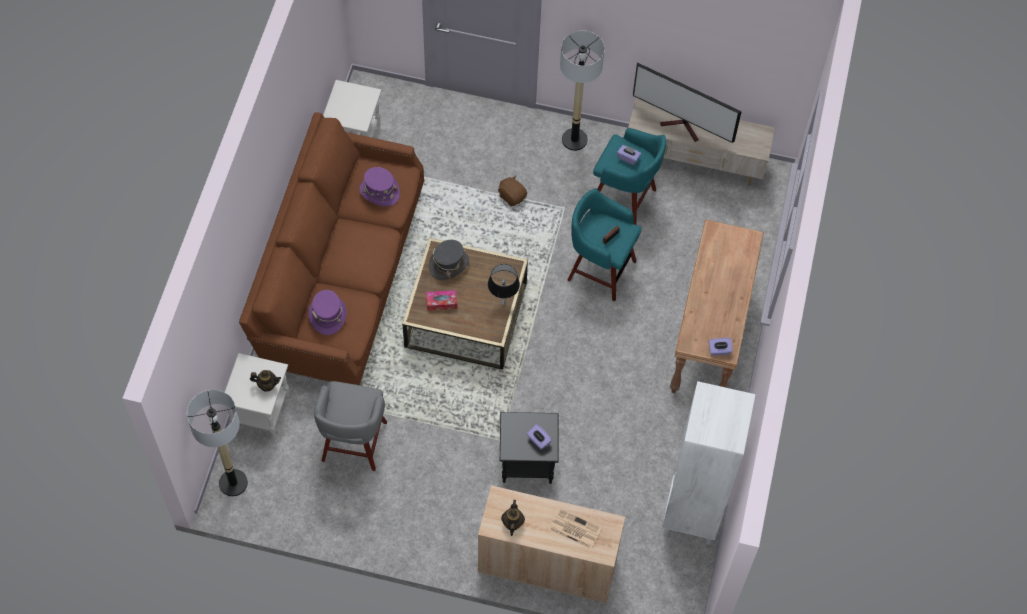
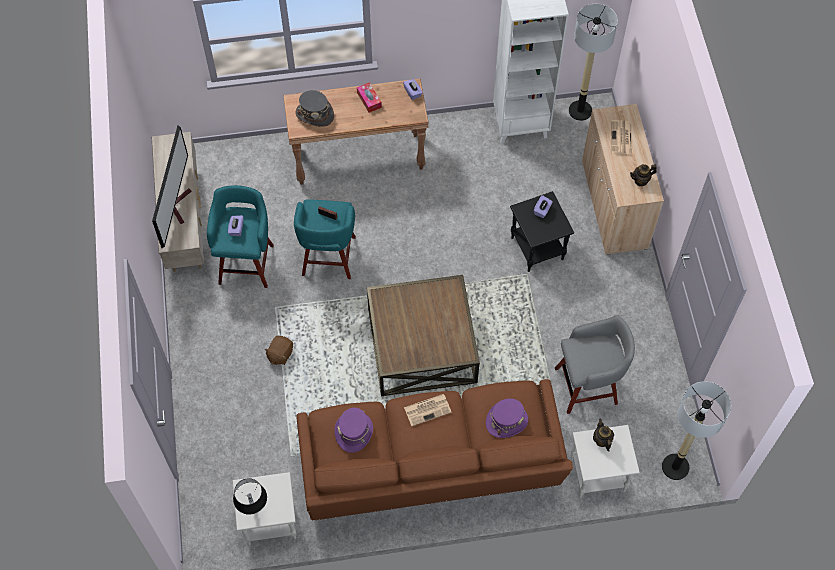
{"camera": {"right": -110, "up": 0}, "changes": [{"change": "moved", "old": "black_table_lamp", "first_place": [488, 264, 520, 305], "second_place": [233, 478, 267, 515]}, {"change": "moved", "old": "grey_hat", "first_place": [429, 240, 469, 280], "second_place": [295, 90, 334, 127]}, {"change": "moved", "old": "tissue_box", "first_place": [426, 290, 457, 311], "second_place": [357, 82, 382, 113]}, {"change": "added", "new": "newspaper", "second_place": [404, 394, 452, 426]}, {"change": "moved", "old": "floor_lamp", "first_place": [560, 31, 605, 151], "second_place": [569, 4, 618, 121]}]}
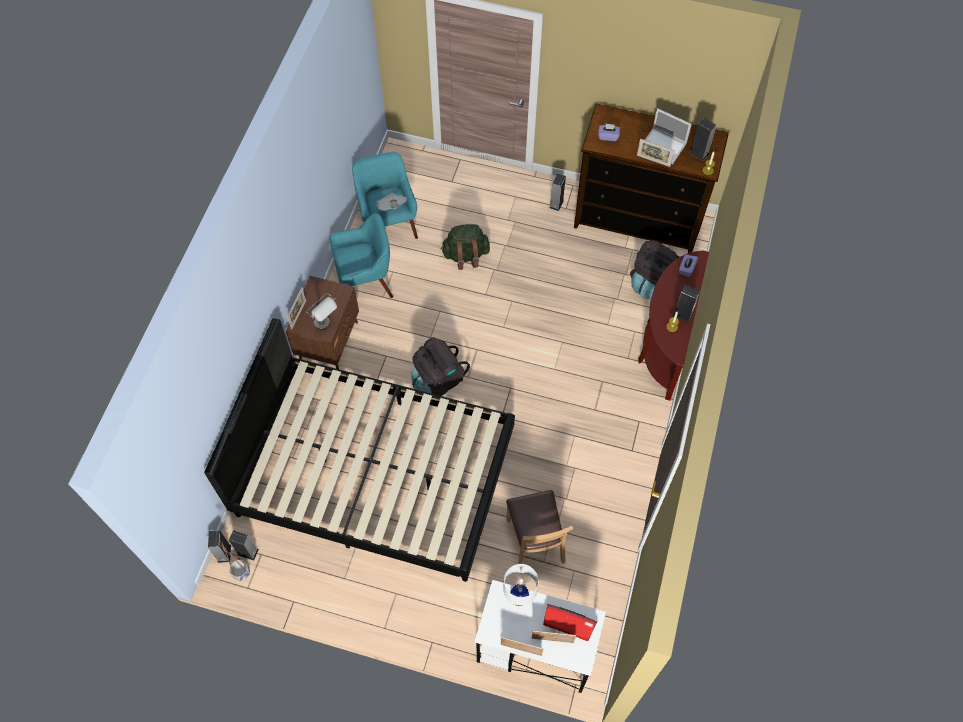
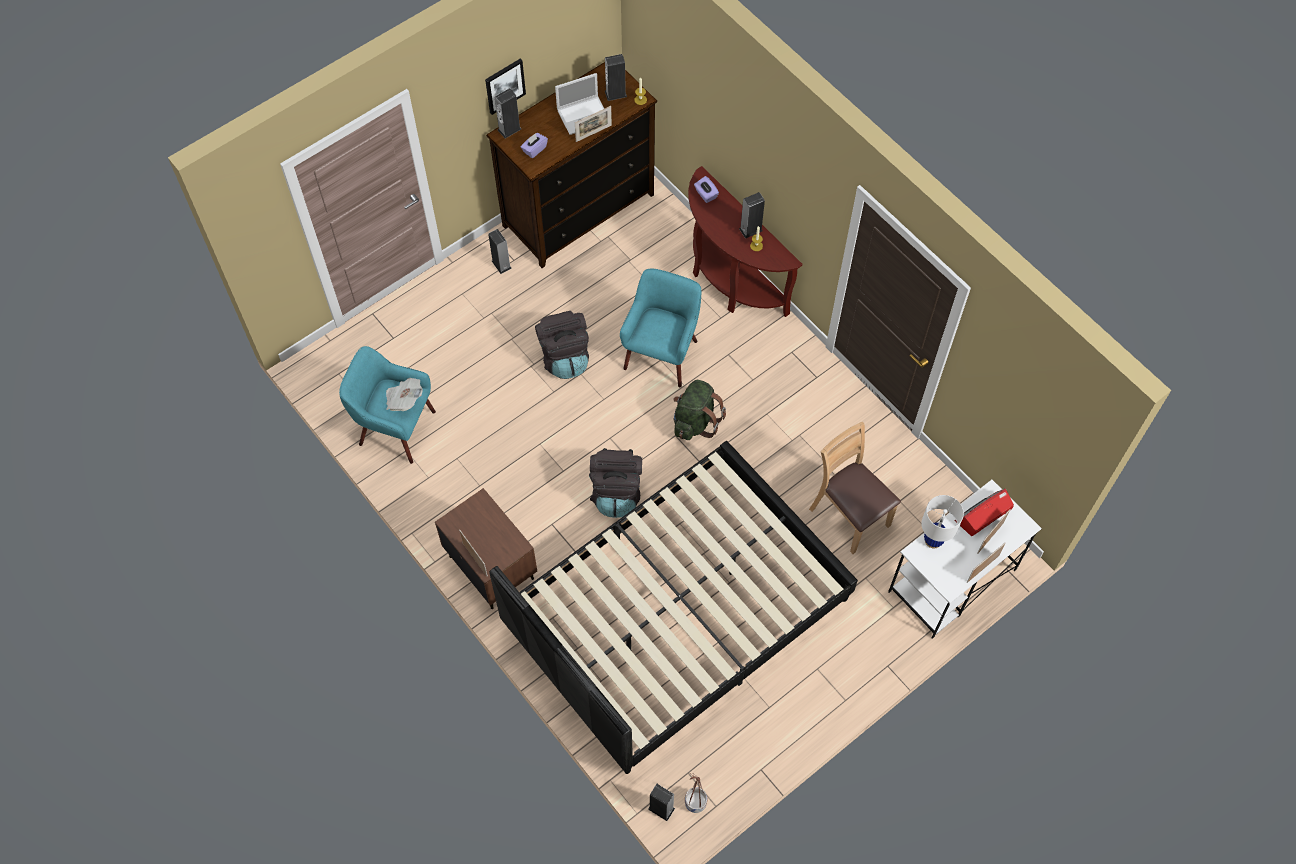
{"camera": {"right": -55, "up": 0}, "changes": [{"change": "added", "new": "picture", "second_place": [485, 59, 526, 115]}, {"change": "moved", "old": "speaker", "first_place": [229, 530, 259, 561], "second_place": [495, 88, 521, 138]}, {"change": "moved", "old": "black_backpack", "first_place": [630, 240, 679, 299], "second_place": [535, 311, 589, 379]}, {"change": "moved", "old": "turquoise_armchair", "first_place": [329, 213, 393, 298], "second_place": [620, 269, 701, 387]}, {"change": "moved", "old": "green_backpack", "first_place": [441, 224, 490, 270], "second_place": [673, 380, 726, 440]}, {"change": "turned", "old": "brown_chair", "first_place": [506, 490, 573, 564], "second_place": [809, 422, 901, 554], "degrees": -150}, {"change": "removed", "old": "grey_table_lamp", "first_place": [306, 293, 337, 330]}]}
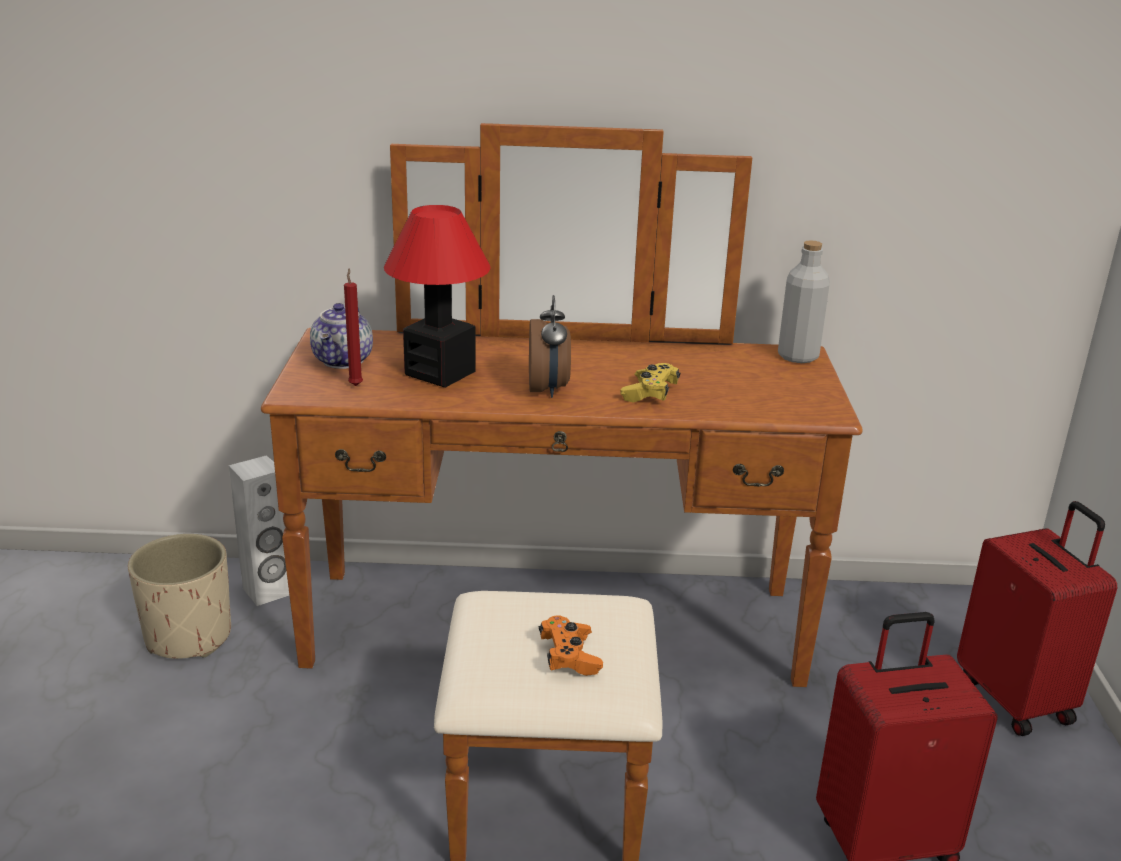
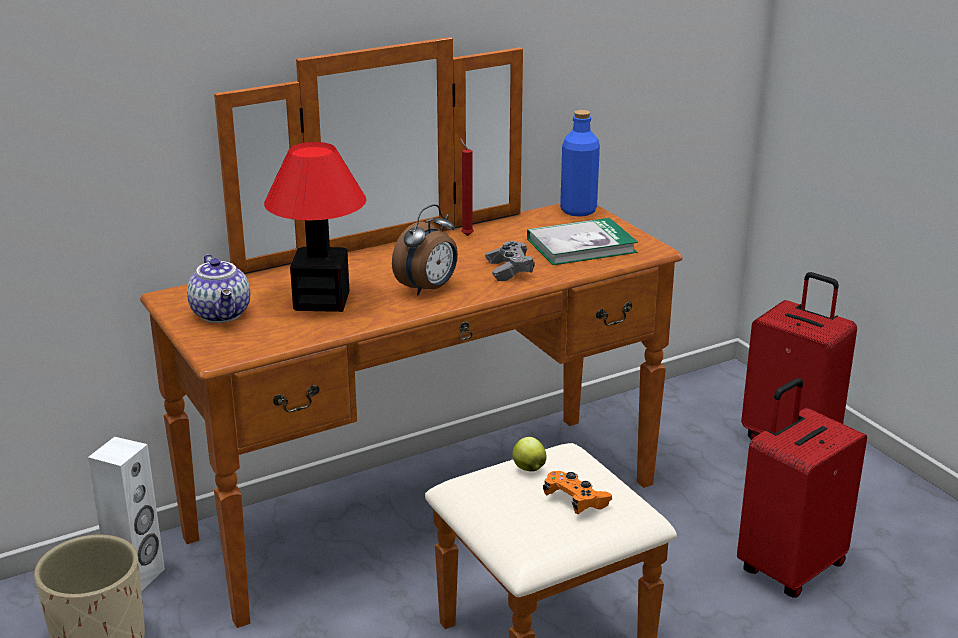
{"camera": {"right": -30, "up": 0}, "changes": [{"change": "turned", "old": "alarm_clock", "first_place": [529, 295, 571, 398], "second_place": [392, 204, 458, 296], "degrees": 75}, {"change": "moved", "old": "red_candle", "first_place": [344, 268, 363, 386], "second_place": [460, 138, 474, 236]}, {"change": "recoloured", "old": "yellow_game_controller", "new": "grey_game_controller", "first_place": [620, 363, 680, 403], "second_place": [485, 241, 535, 281]}, {"change": "added", "new": "apple", "second_place": [512, 437, 546, 472]}, {"change": "added", "new": "book", "second_place": [527, 218, 638, 265]}, {"change": "recoloured", "old": "grey_bottle", "new": "blue_bottle", "first_place": [778, 240, 830, 363], "second_place": [560, 110, 600, 217]}]}
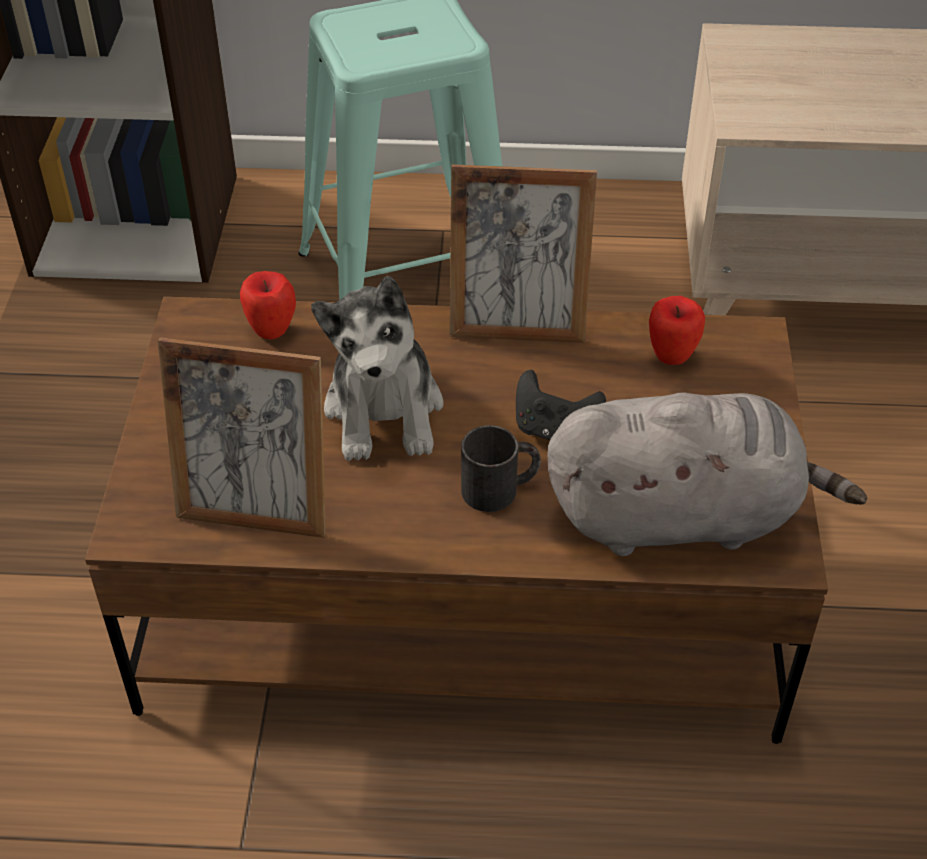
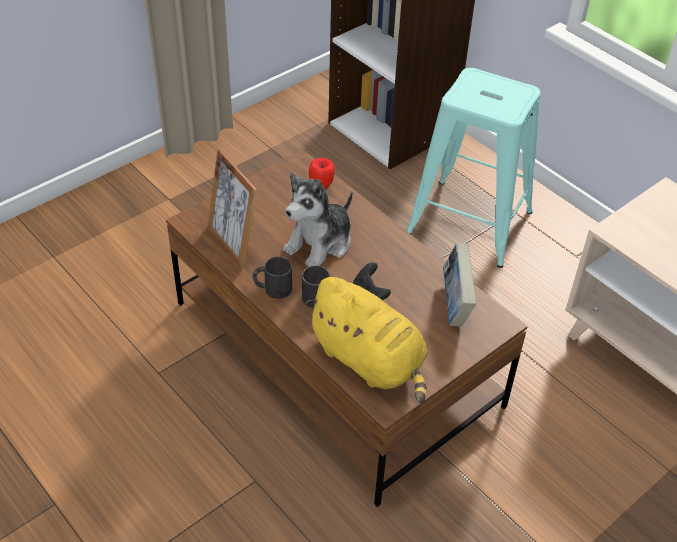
{"camera": {"right": 45, "up": 0}, "changes": [{"change": "added", "new": "black_mug", "second_place": [252, 256, 292, 299]}, {"change": "recoloured", "old": "grey_plush_toy", "new": "yellow_plush_toy", "first_place": [547, 392, 867, 556], "second_place": [305, 277, 427, 403]}, {"change": "replaced", "old": "apple", "new": "book", "first_place": [649, 296, 705, 365], "second_place": [443, 244, 476, 327]}, {"change": "removed", "old": "picture_frame", "first_place": [450, 164, 597, 343]}]}
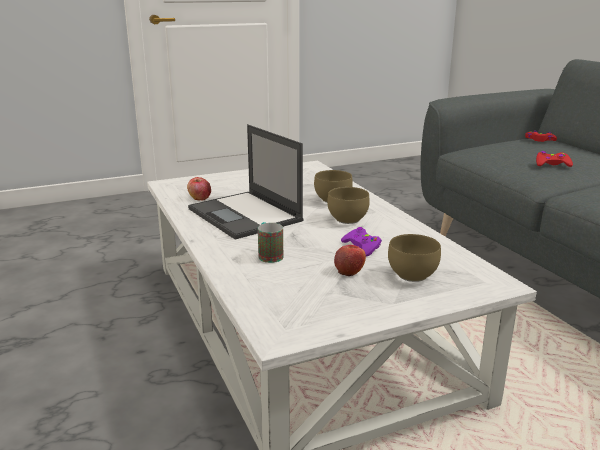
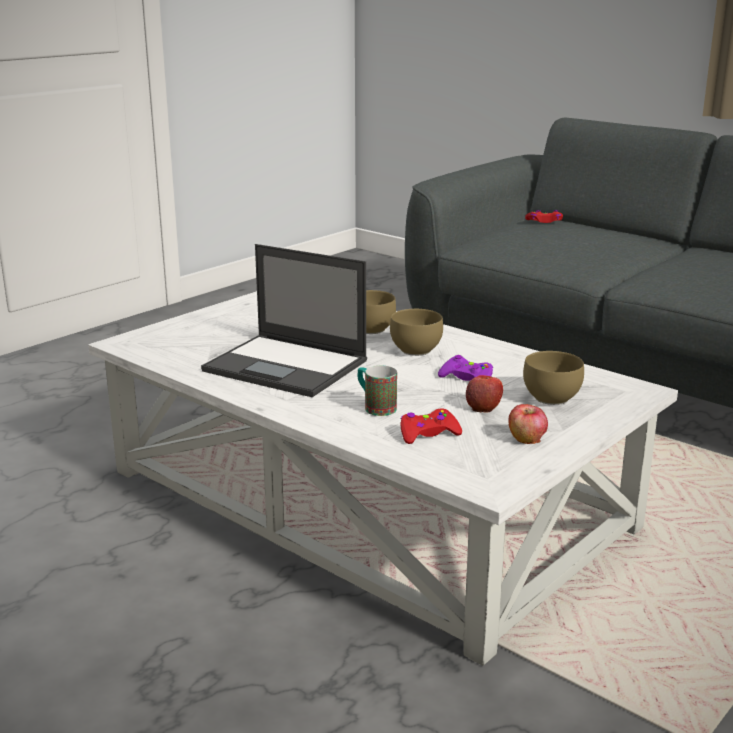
{"camera": {"right": -25, "up": 0}, "changes": [{"change": "moved", "old": "red_game_controller", "first_place": [536, 151, 573, 167], "second_place": [401, 409, 462, 444]}, {"change": "moved", "old": "apple", "first_place": [187, 177, 211, 201], "second_place": [508, 404, 548, 444]}]}
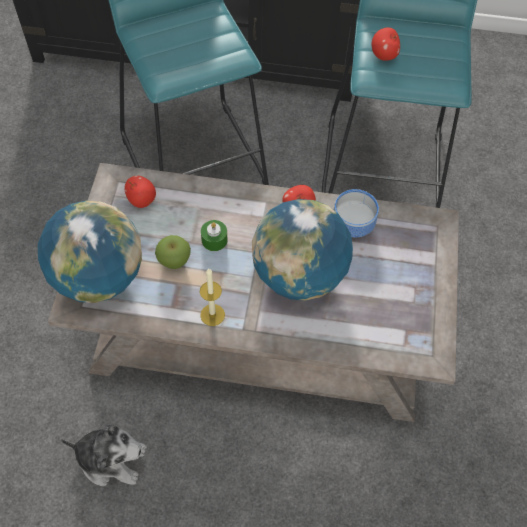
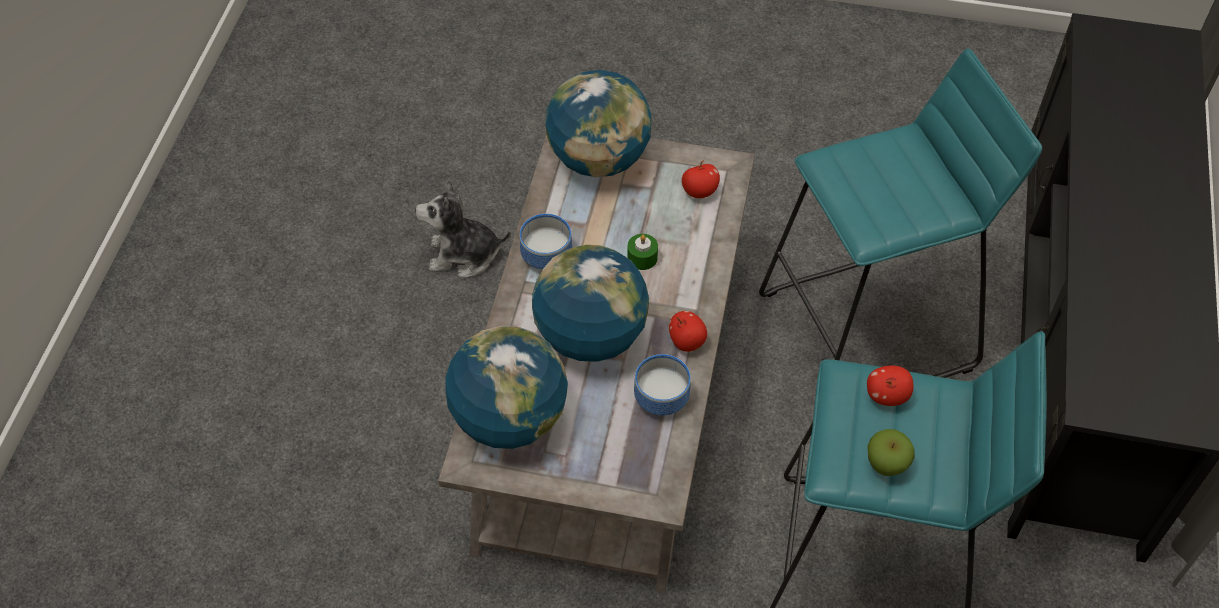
{"camera": {"right": 95, "up": -5}, "changes": [{"change": "turned", "old": "plush_toy", "first_place": [60, 425, 147, 486], "second_place": [415, 179, 511, 278], "degrees": 75}, {"change": "added", "new": "globe", "second_place": [445, 326, 568, 449]}, {"change": "replaced", "old": "candle", "new": "bowl", "first_place": [200, 269, 225, 326], "second_place": [520, 214, 572, 270]}, {"change": "moved", "old": "apple", "first_place": [155, 235, 191, 269], "second_place": [867, 429, 915, 476]}]}
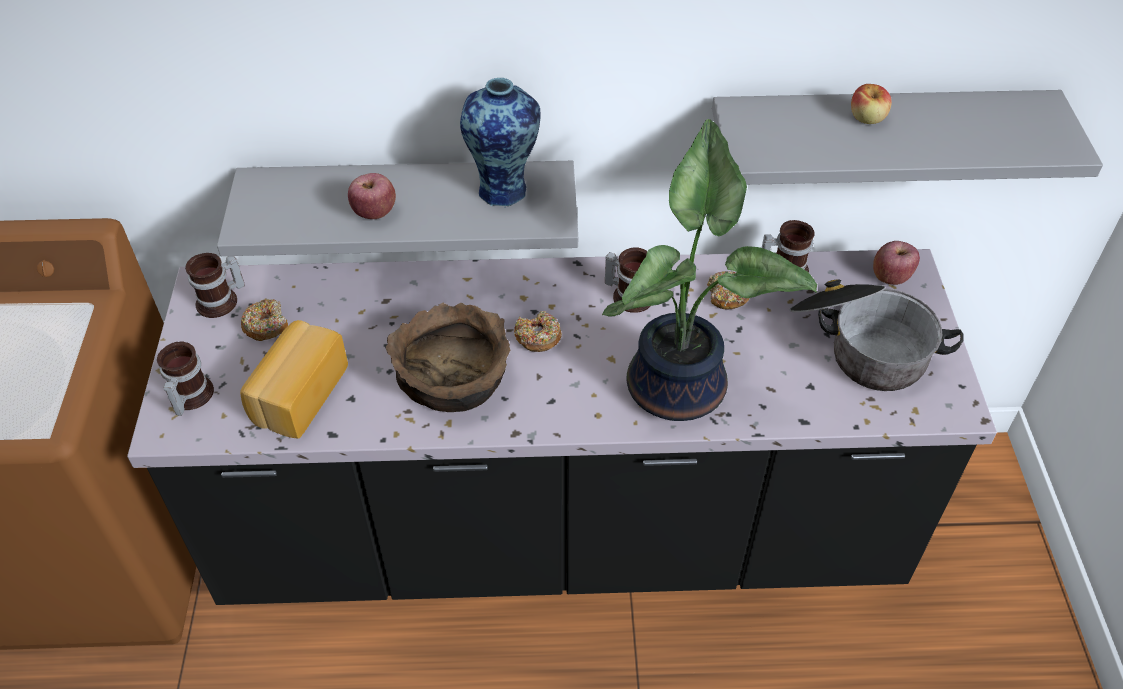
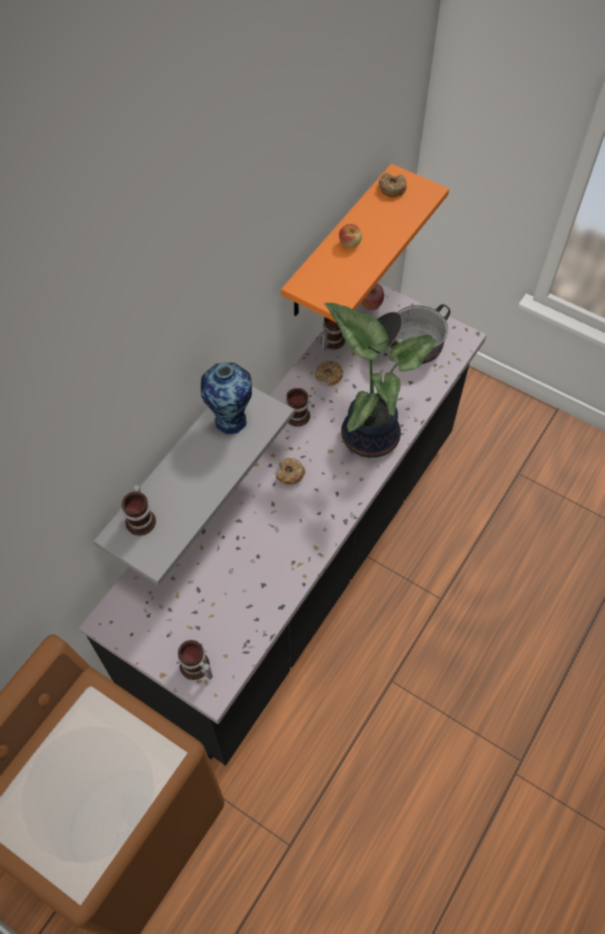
{"camera": {"right": -55, "up": 10}, "changes": [{"change": "moved", "old": "mug", "first_place": [185, 253, 245, 318], "second_place": [122, 485, 156, 536]}, {"change": "recoloured", "old": "grey_shelf", "new": "orange_shelf", "first_place": [712, 90, 1103, 185], "second_place": [281, 164, 449, 323]}, {"change": "moved", "old": "donut", "first_place": [241, 299, 288, 341], "second_place": [379, 172, 407, 197]}, {"change": "removed", "old": "bread", "first_place": [240, 320, 348, 439]}, {"change": "removed", "old": "apple", "first_place": [348, 173, 396, 219]}, {"change": "removed", "old": "brown_bowl", "first_place": [385, 303, 510, 412]}]}
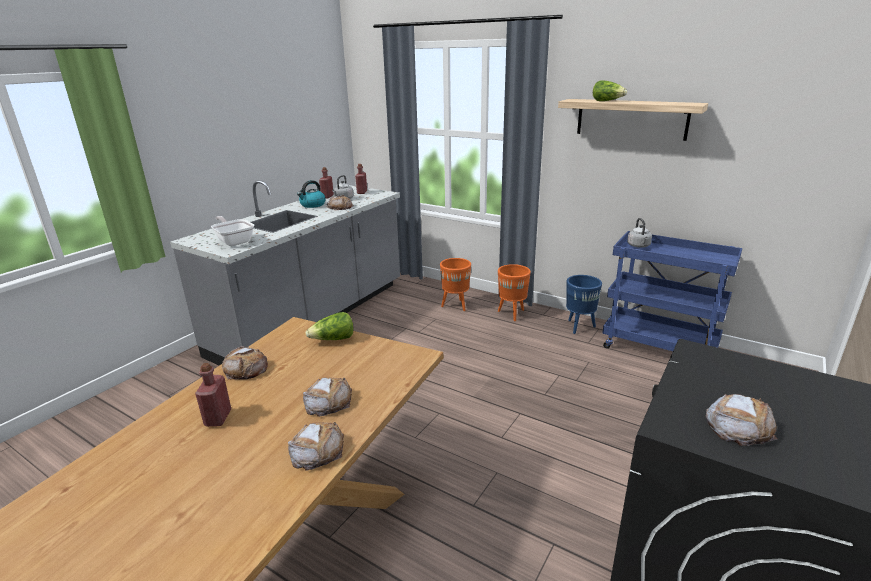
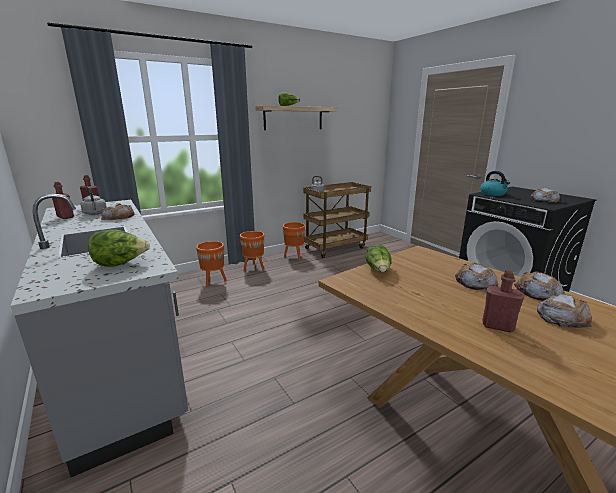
{"camera": {"right": -65, "up": -5}, "changes": [{"change": "replaced", "old": "frying_pan", "new": "lettuce", "first_place": [211, 216, 254, 246], "second_place": [88, 229, 150, 267]}, {"change": "recoloured", "old": "blue_planter", "new": "orange_planter", "first_place": [566, 275, 602, 334], "second_place": [283, 222, 305, 260]}, {"change": "recoloured", "old": "blue_cart", "new": "brown_cart", "first_place": [602, 231, 742, 351], "second_place": [303, 182, 371, 258]}, {"change": "moved", "old": "kettle", "first_place": [297, 180, 326, 208], "second_place": [480, 171, 510, 196]}, {"change": "moved", "old": "bread", "first_place": [222, 346, 268, 380], "second_place": [537, 294, 592, 328]}]}
